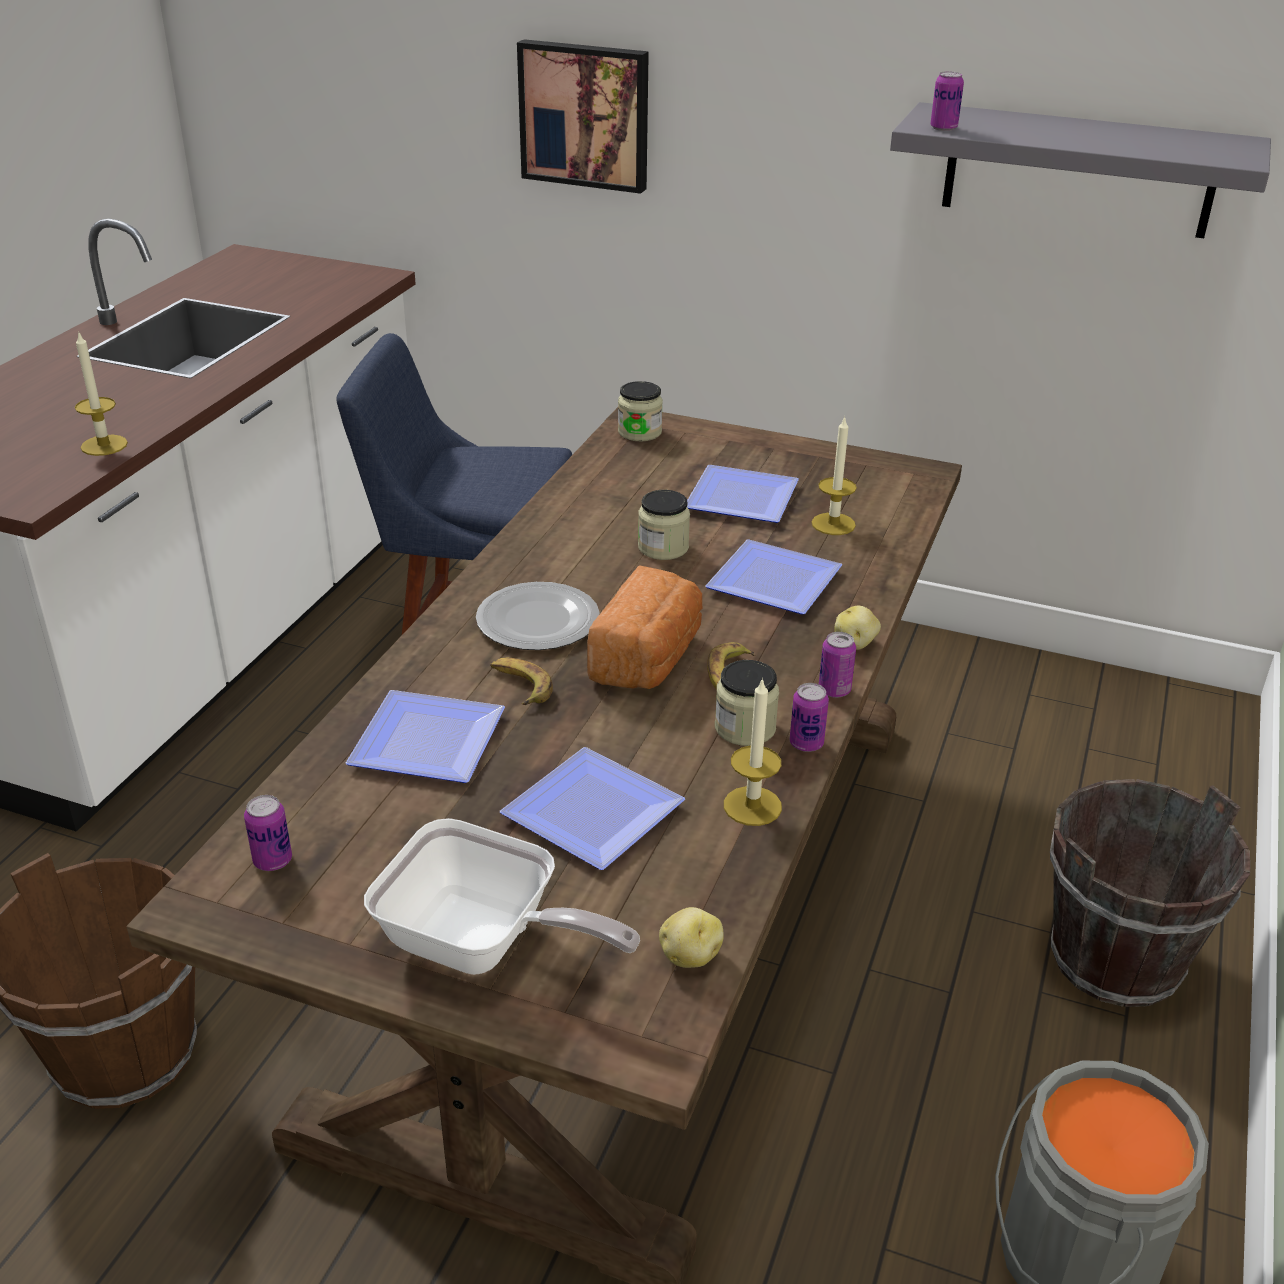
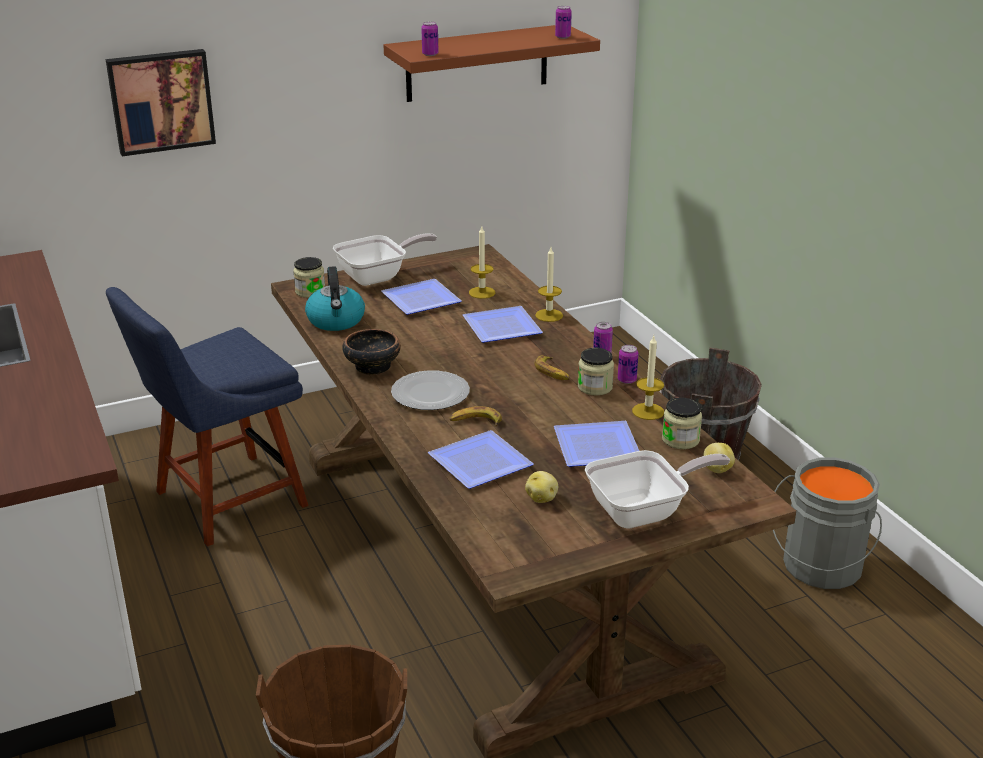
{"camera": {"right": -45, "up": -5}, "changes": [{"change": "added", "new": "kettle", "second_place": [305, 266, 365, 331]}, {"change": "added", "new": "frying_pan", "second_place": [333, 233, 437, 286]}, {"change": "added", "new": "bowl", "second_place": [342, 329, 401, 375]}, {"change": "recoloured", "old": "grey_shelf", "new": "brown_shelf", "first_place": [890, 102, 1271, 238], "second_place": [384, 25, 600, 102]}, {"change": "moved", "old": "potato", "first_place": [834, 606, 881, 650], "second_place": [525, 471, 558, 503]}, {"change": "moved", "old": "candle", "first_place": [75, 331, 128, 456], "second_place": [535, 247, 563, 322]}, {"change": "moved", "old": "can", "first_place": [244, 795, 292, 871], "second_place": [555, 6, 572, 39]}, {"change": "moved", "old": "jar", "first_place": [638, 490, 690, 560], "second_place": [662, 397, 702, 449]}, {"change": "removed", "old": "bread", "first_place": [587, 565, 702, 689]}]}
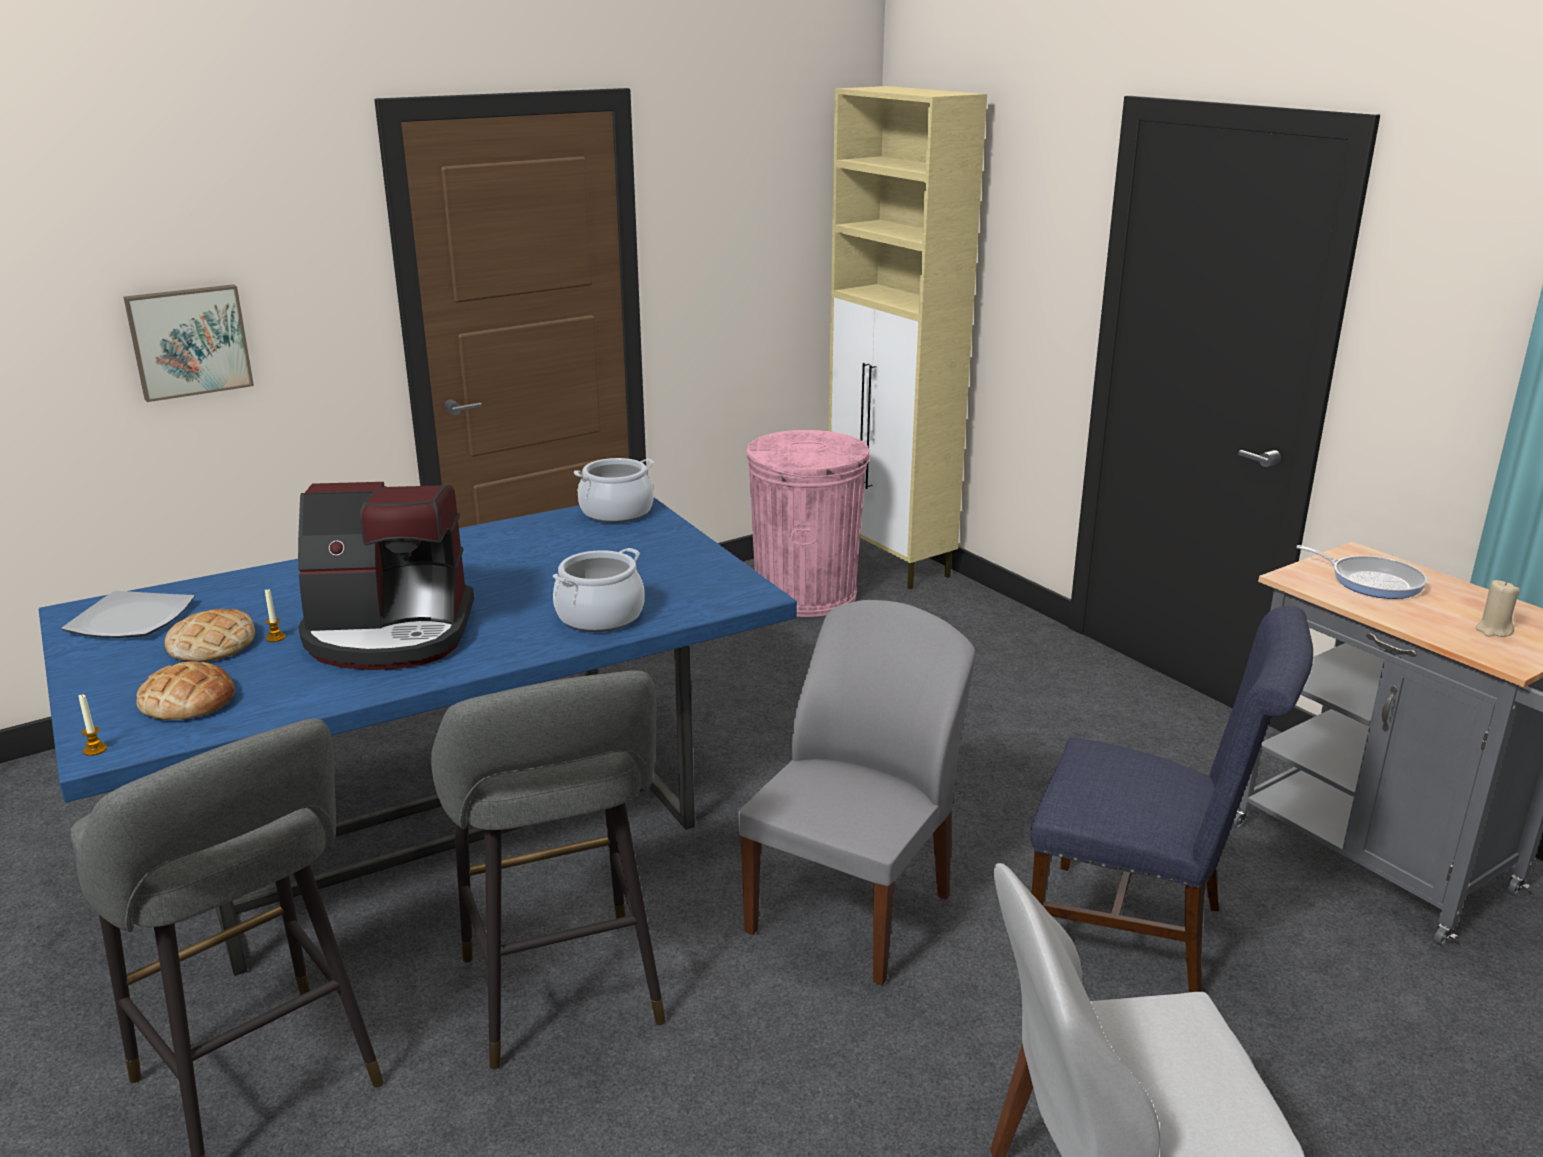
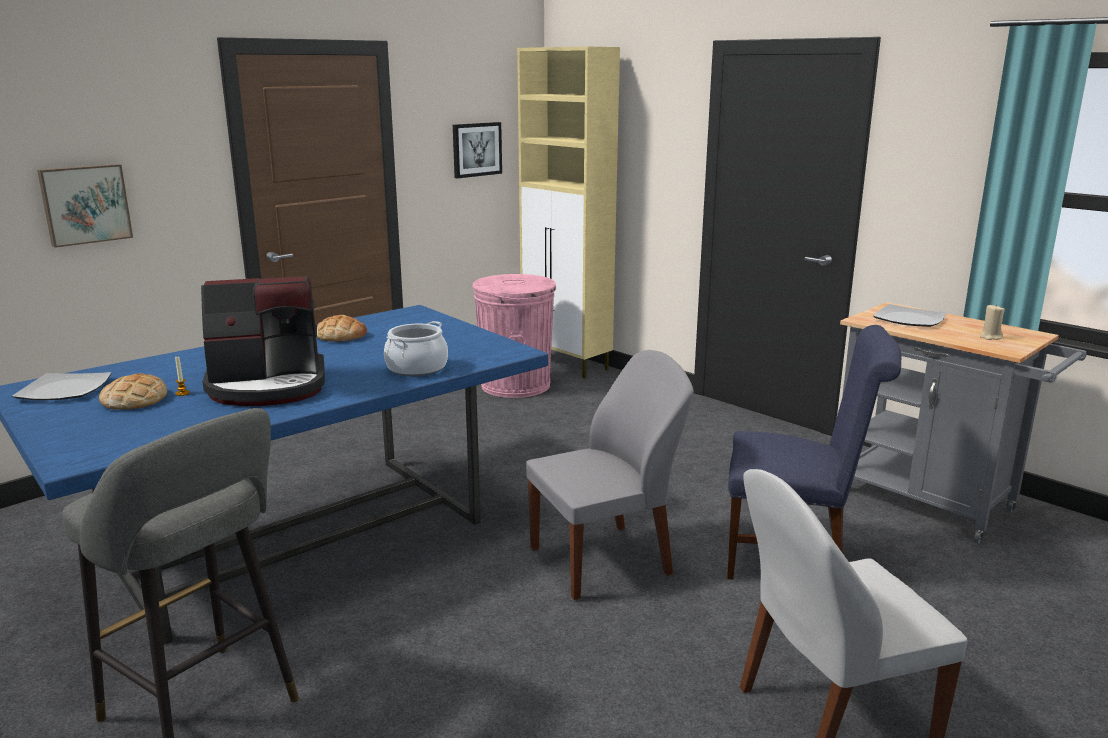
{"camera": {"right": -10, "up": -5}, "changes": [{"change": "moved", "old": "bread", "first_place": [136, 661, 235, 720], "second_place": [317, 315, 367, 342]}, {"change": "added", "new": "picture", "second_place": [453, 122, 502, 179]}, {"change": "turned", "old": "grey_chair", "first_place": [739, 600, 976, 985], "second_place": [526, 350, 694, 600], "degrees": 45}, {"change": "replaced", "old": "frying_pan", "new": "plate", "first_place": [1296, 545, 1427, 599], "second_place": [874, 304, 946, 327]}, {"change": "removed", "old": "candle", "first_place": [79, 694, 107, 756]}, {"change": "removed", "old": "grey_stool", "first_place": [431, 670, 666, 1069]}, {"change": "removed", "old": "cooking_pot", "first_place": [574, 458, 654, 523]}]}
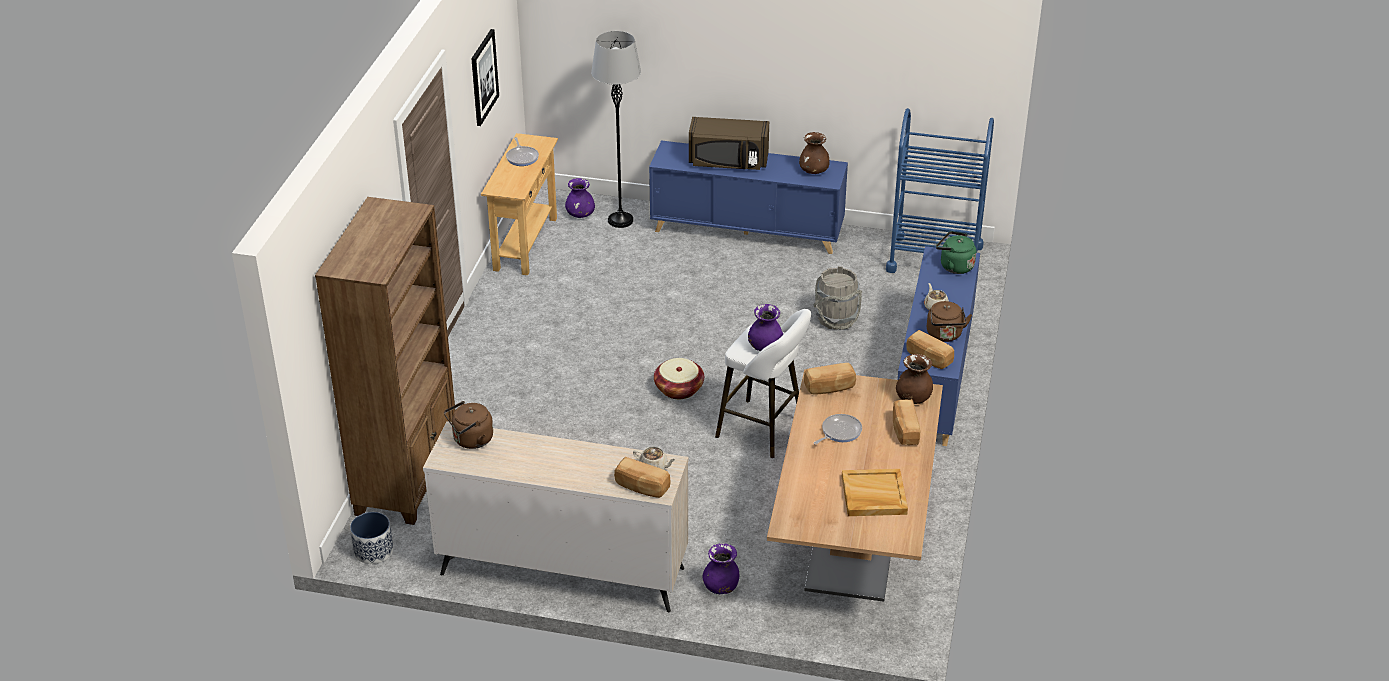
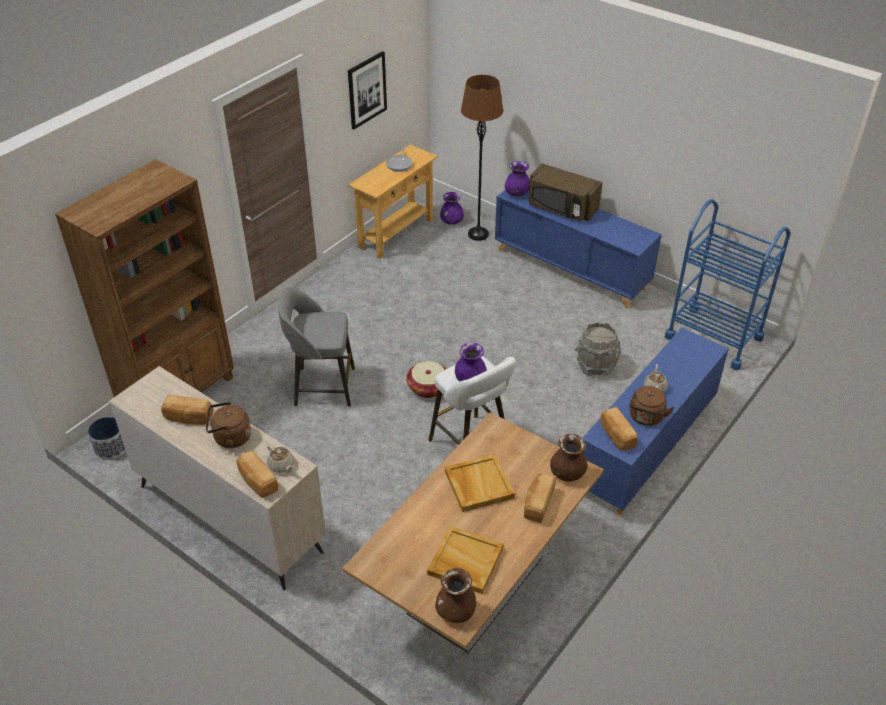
{"camera": {"right": 25, "up": 5}, "changes": [{"change": "moved", "old": "bread", "first_place": [804, 363, 856, 394], "second_place": [161, 394, 213, 425]}, {"change": "moved", "old": "brown_kettle", "first_place": [444, 401, 493, 449], "second_place": [206, 402, 251, 448]}, {"change": "added", "new": "grey_stool", "second_place": [278, 287, 355, 407]}, {"change": "moved", "old": "brown_vase", "first_place": [799, 132, 830, 174], "second_place": [435, 568, 476, 623]}, {"change": "replaced", "old": "frying_pan", "new": "beige_tray", "first_place": [814, 414, 862, 445], "second_place": [445, 454, 515, 512]}, {"change": "recoloured", "old": "grey_floor_lamp", "new": "brown_floor_lamp", "first_place": [591, 31, 641, 228], "second_place": [461, 75, 503, 241]}, {"change": "moved", "old": "purple_vase", "first_place": [702, 543, 739, 594], "second_place": [505, 161, 530, 196]}, {"change": "removed", "old": "green_kettle", "first_place": [936, 231, 976, 274]}]}
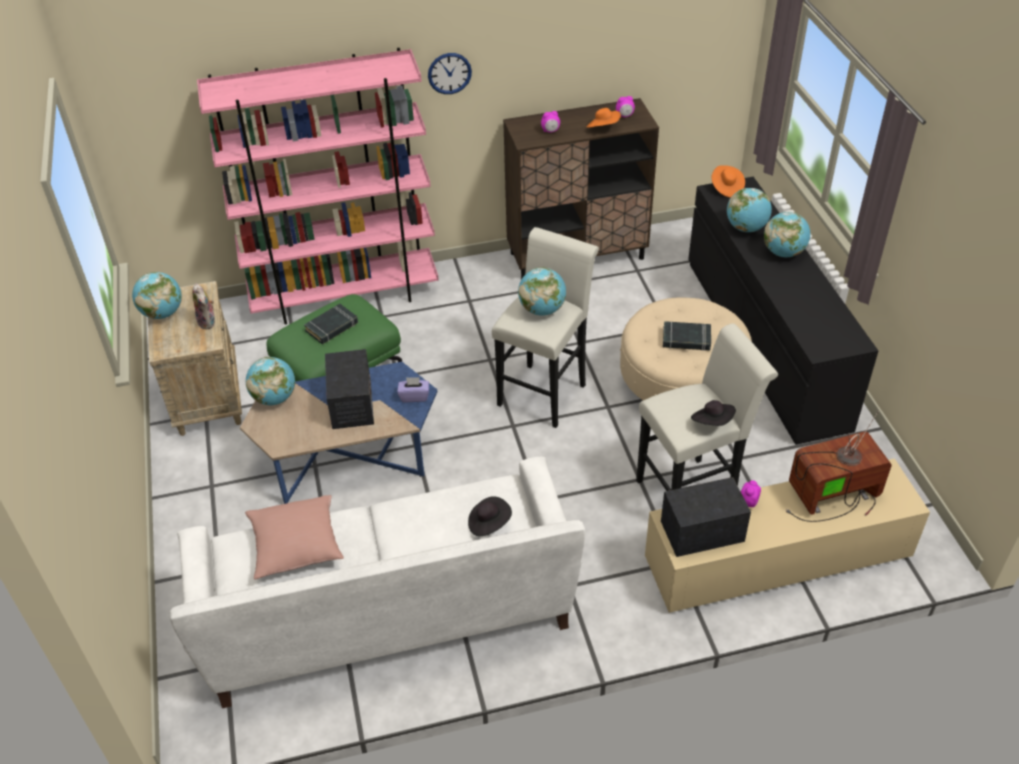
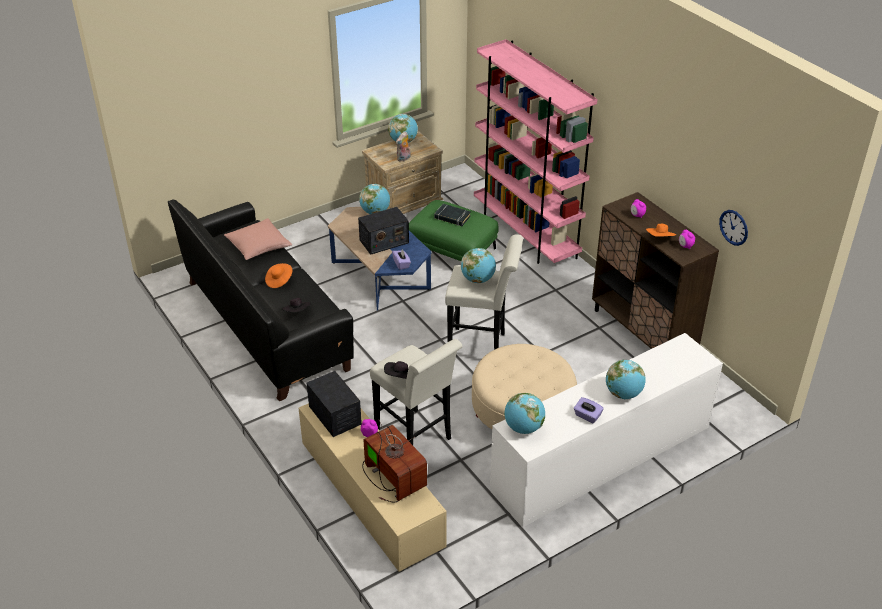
{"camera": {"right": 70, "up": -5}, "changes": [{"change": "recoloured", "old": "white_sofa", "new": "black_sofa", "first_place": [170, 457, 585, 708], "second_place": [168, 199, 354, 401]}, {"change": "moved", "old": "orange_hat", "first_place": [711, 165, 745, 197], "second_place": [265, 263, 292, 288]}, {"change": "recoloured", "old": "black_dresser", "new": "white_dresser", "first_place": [688, 177, 878, 445], "second_place": [490, 333, 723, 527]}, {"change": "moved", "old": "globe", "first_place": [727, 188, 772, 232], "second_place": [504, 393, 545, 434]}, {"change": "added", "new": "purple_tissue_box", "second_place": [574, 397, 604, 423]}, {"change": "moved", "old": "wall_clock", "first_place": [428, 53, 472, 94], "second_place": [719, 210, 748, 246]}, {"change": "removed", "old": "black_book", "first_place": [663, 321, 711, 351]}]}
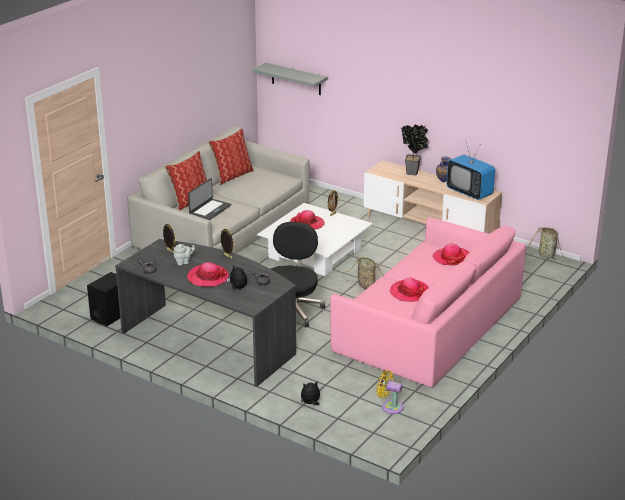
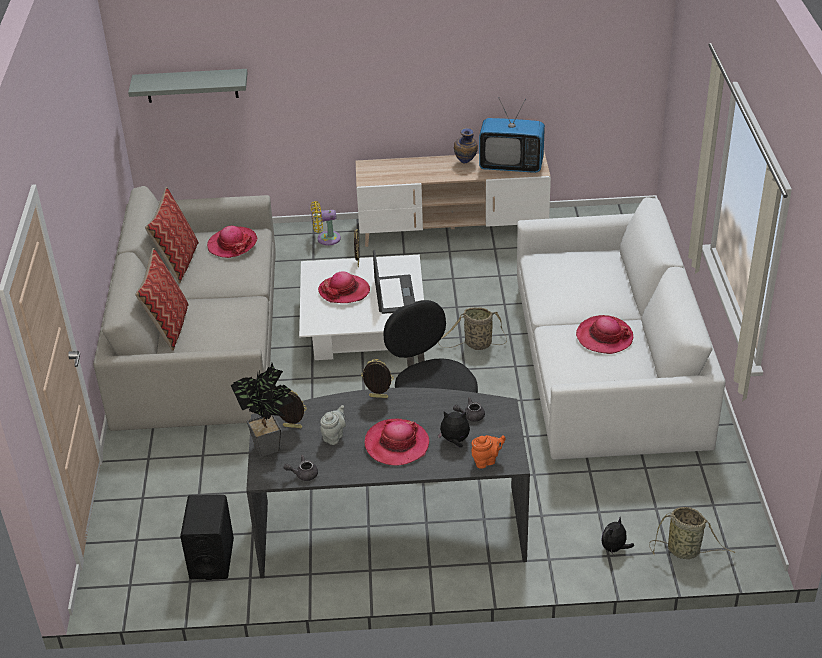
{"camera": {"right": -35, "up": 10}, "changes": [{"change": "moved", "old": "hat", "first_place": [433, 244, 469, 265], "second_place": [207, 226, 258, 258]}, {"change": "moved", "old": "potted_plant", "first_place": [401, 125, 428, 175], "second_place": [231, 363, 293, 457]}, {"change": "moved", "old": "yellow_fan", "first_place": [376, 370, 404, 414], "second_place": [311, 201, 341, 245]}, {"change": "moved", "old": "laptop", "first_place": [188, 178, 231, 220], "second_place": [373, 250, 415, 314]}, {"change": "added", "new": "orange_teapot", "second_place": [472, 435, 506, 469]}, {"change": "recoloured", "old": "pink_sofa", "new": "white_sofa", "first_place": [330, 217, 526, 387], "second_place": [517, 197, 726, 460]}, {"change": "moved", "old": "basket", "first_place": [527, 227, 567, 262], "second_place": [649, 507, 735, 559]}]}
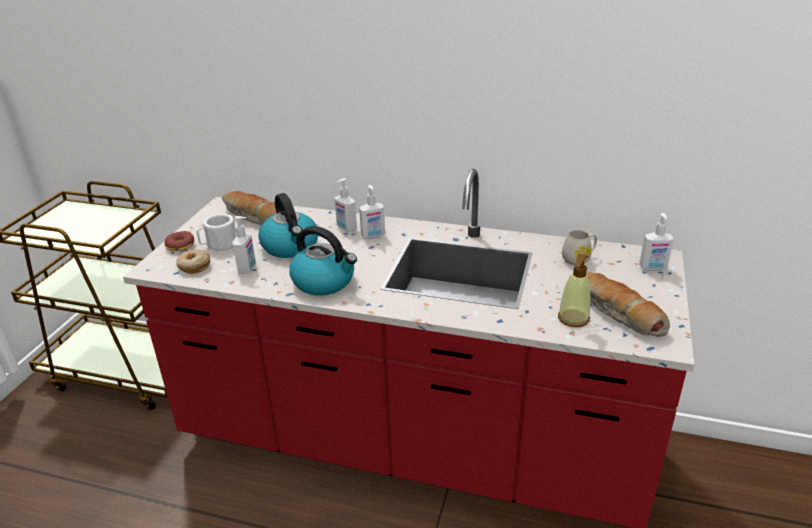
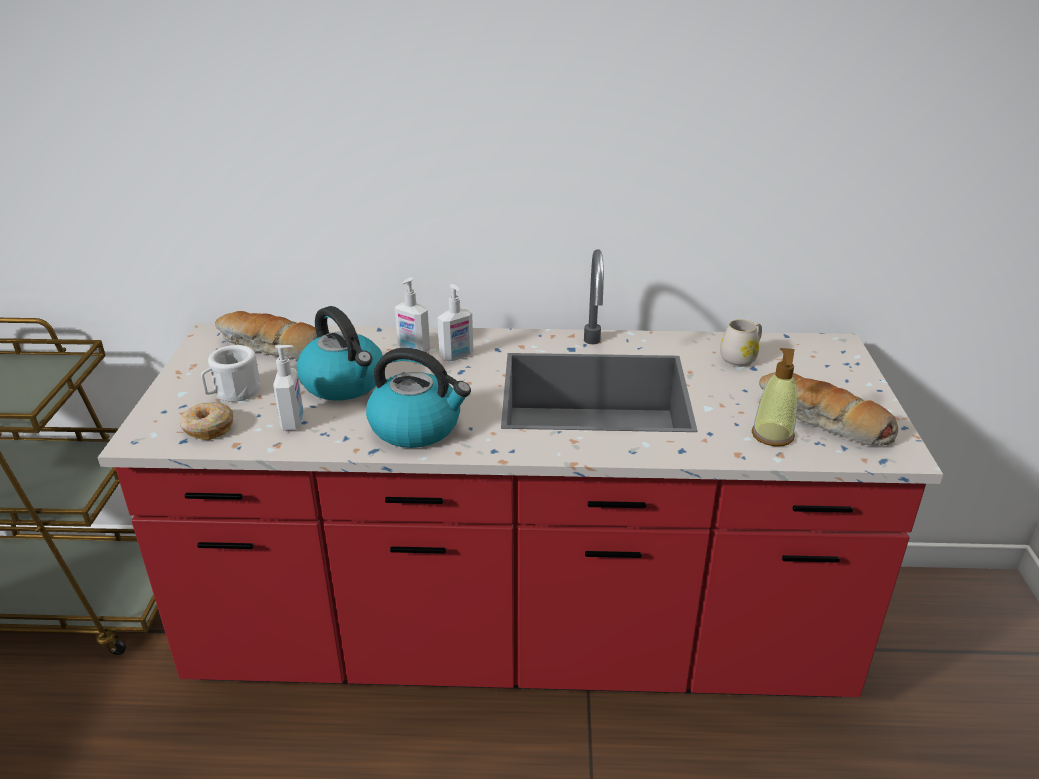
{"camera": {"right": -15, "up": 0}, "changes": [{"change": "removed", "old": "donut", "first_place": [165, 231, 194, 251]}, {"change": "removed", "old": "soap_dispenser", "first_place": [639, 213, 674, 271]}]}
